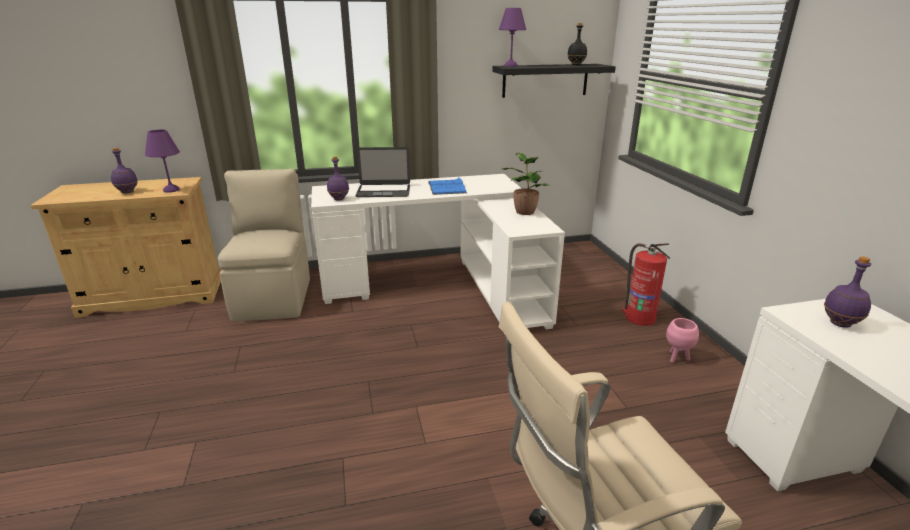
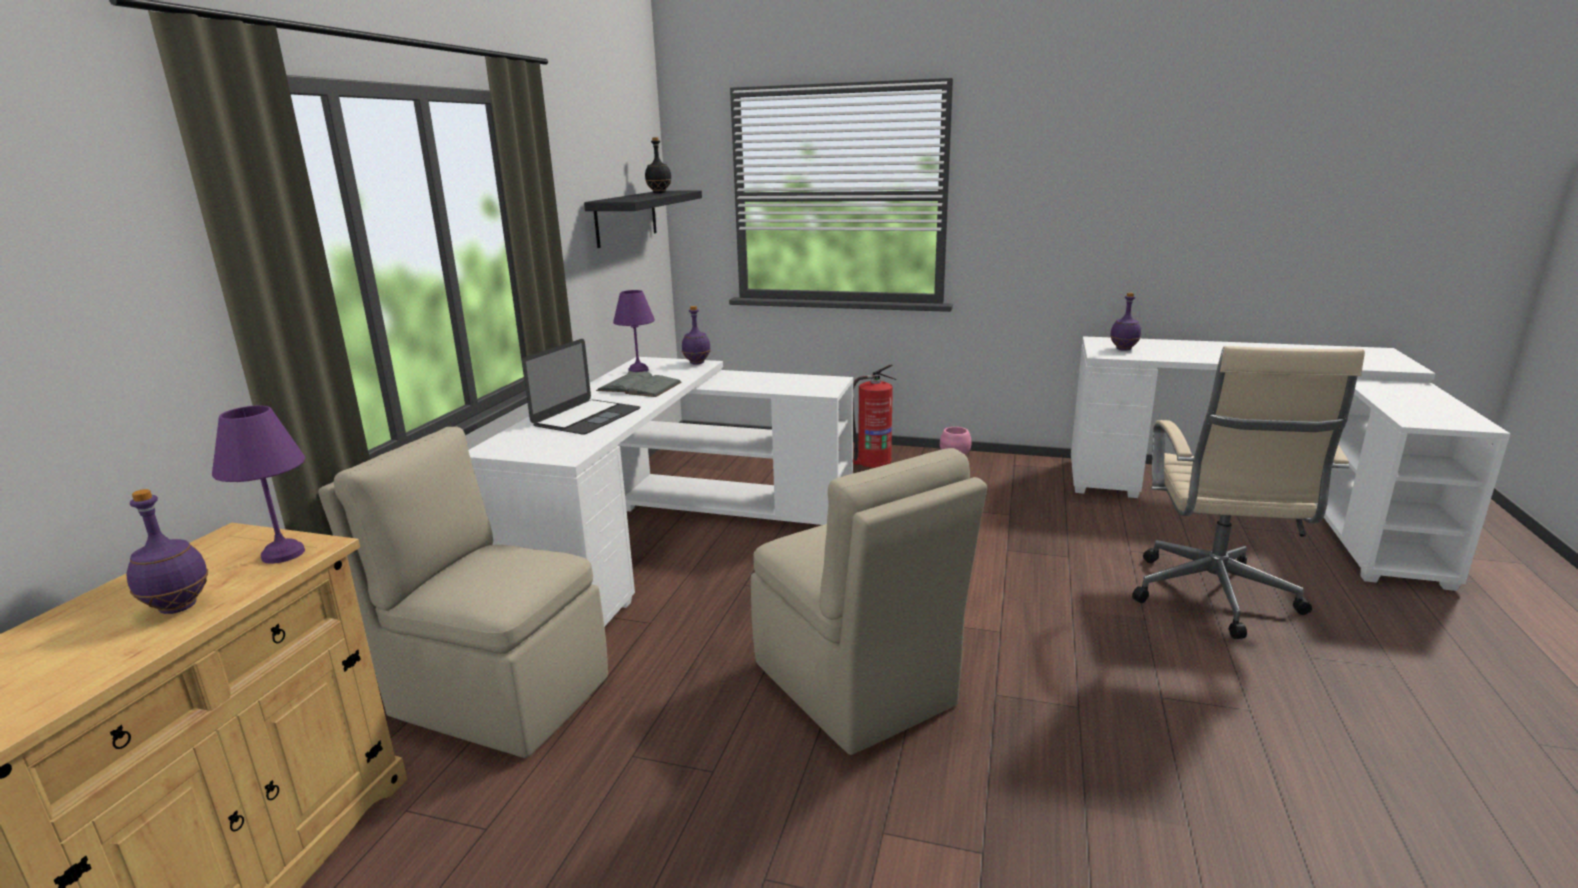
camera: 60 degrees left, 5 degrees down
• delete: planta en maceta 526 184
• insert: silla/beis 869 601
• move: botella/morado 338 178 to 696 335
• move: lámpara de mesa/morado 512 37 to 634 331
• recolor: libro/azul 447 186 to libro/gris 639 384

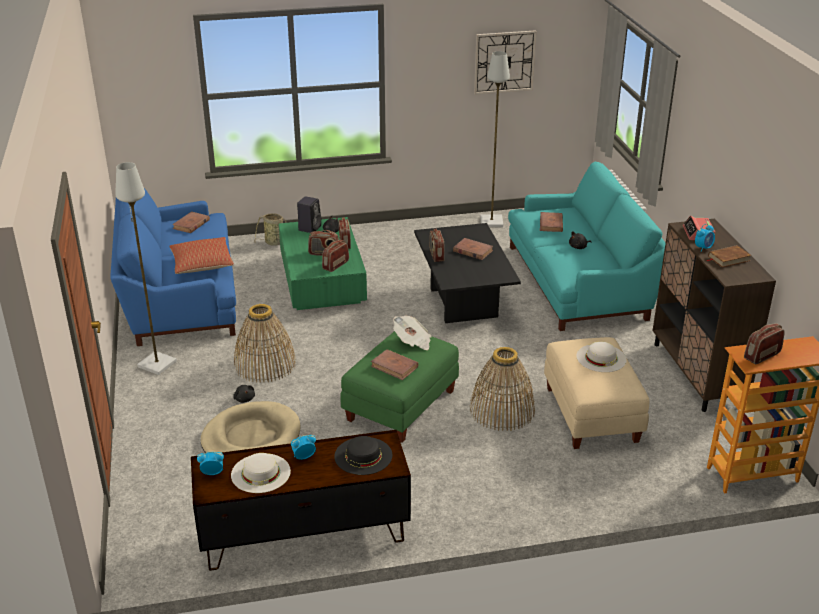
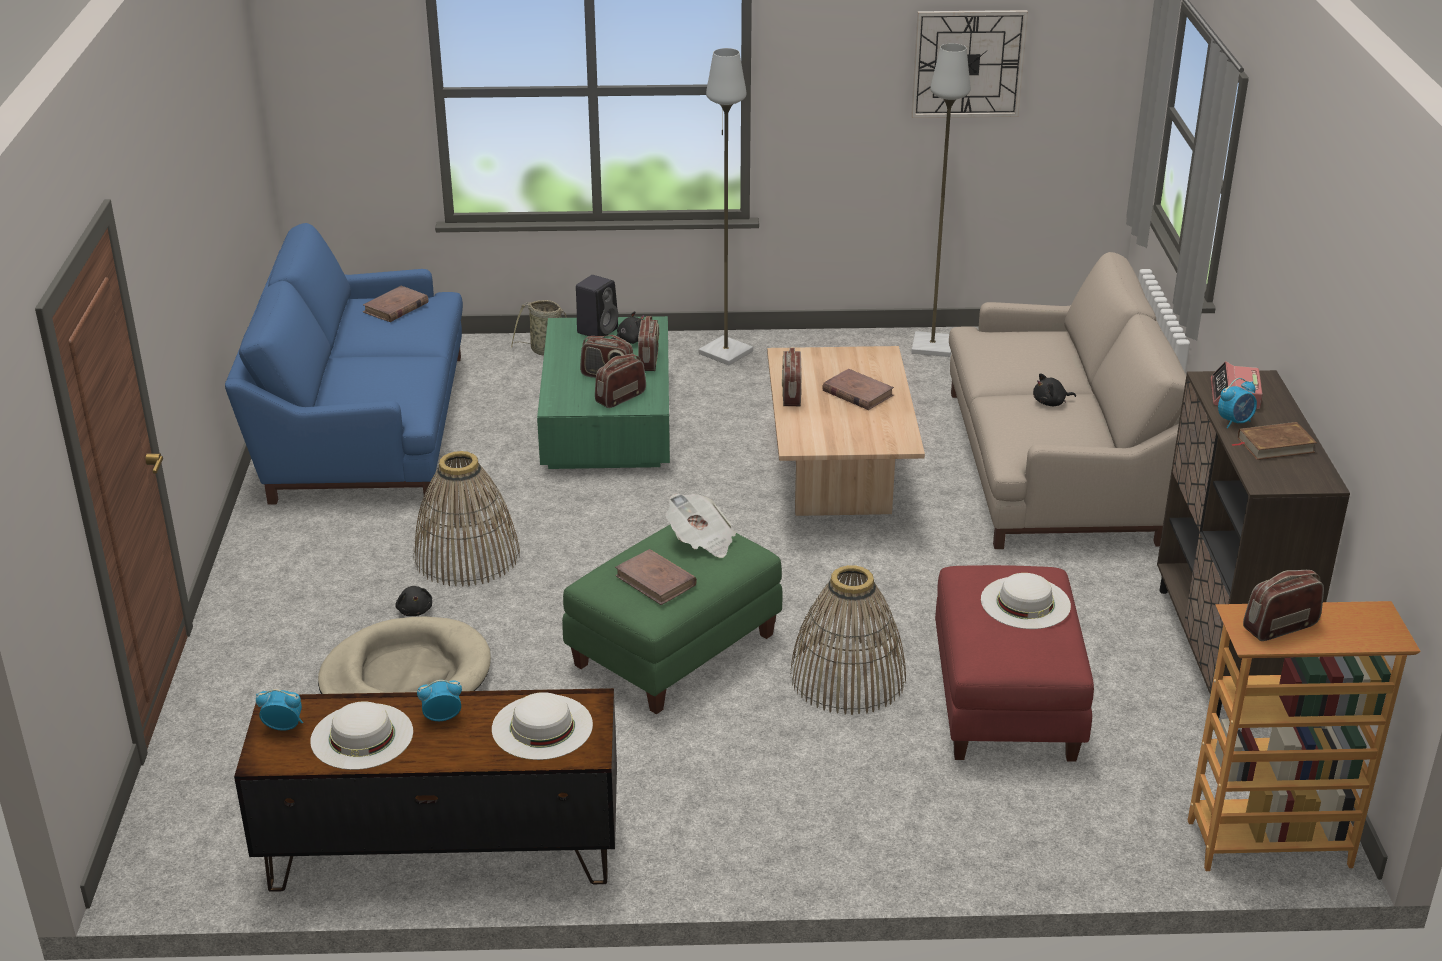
camera: 10 degrees right, 0 degrees up
• delete: cojín 201 255
• delete: libro/marrón 551 222
• move: lámpara de pie/gris 146 268 to 725 207
• recolor: sombrero/negro 363 455 to sombrero/blanco 542 726
• recolor: mesa de centro/negro 467 273 to mesa de centro/beis 846 431
• recolor: sofá/turquesa 587 246 to sofá/beis 1067 400
• recolor: puf/beis 596 393 to puf/rojo 1014 663

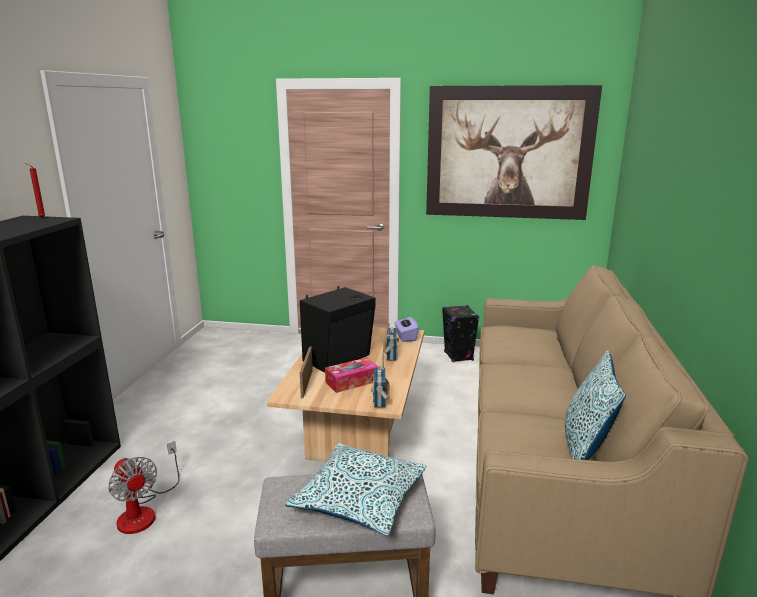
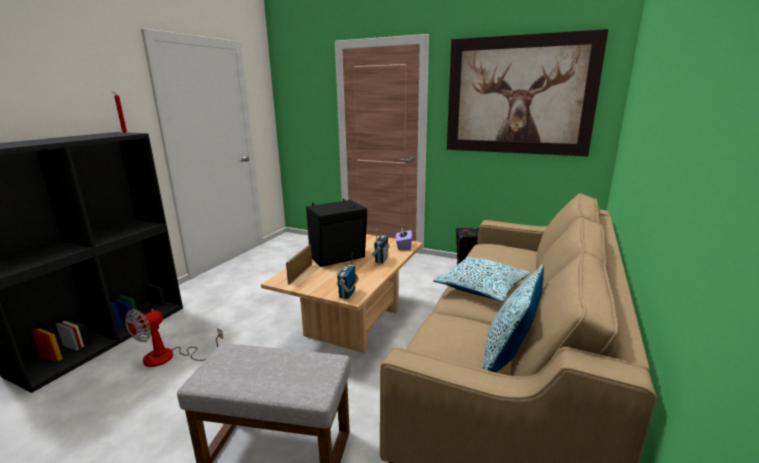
camera: 15 degrees right, 0 degrees up
• delete: caja de pañuelos 352 375
• move: cojín 356 489 to 481 279
• rotate: ventilador 144 487 = 174 338 60 degrees clockwise

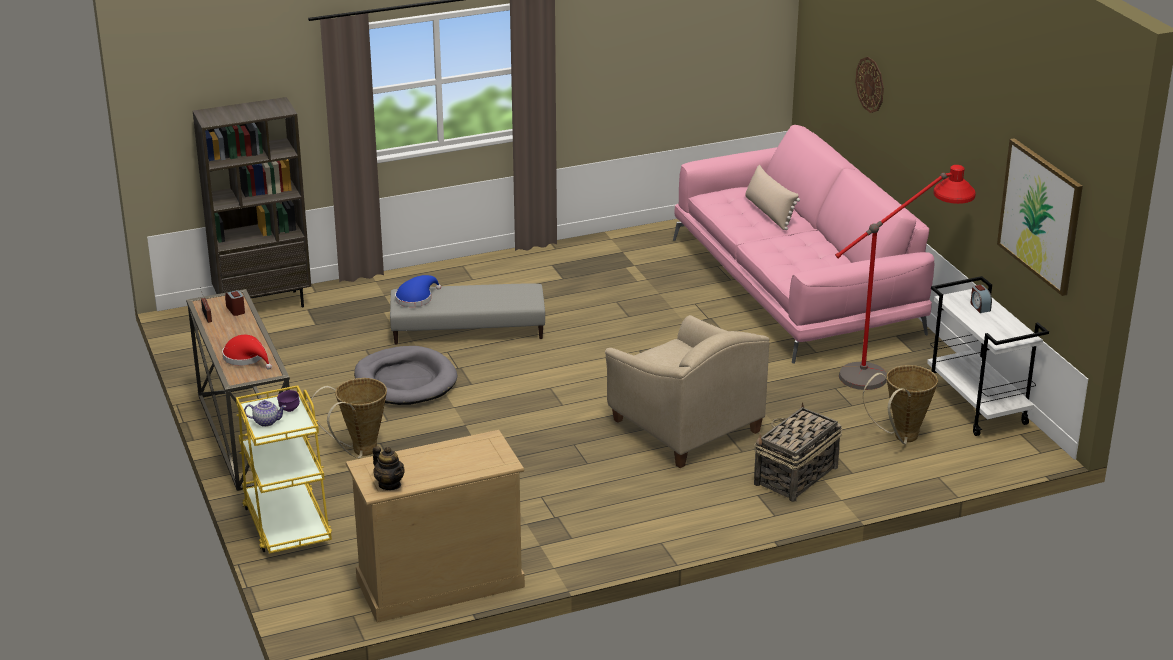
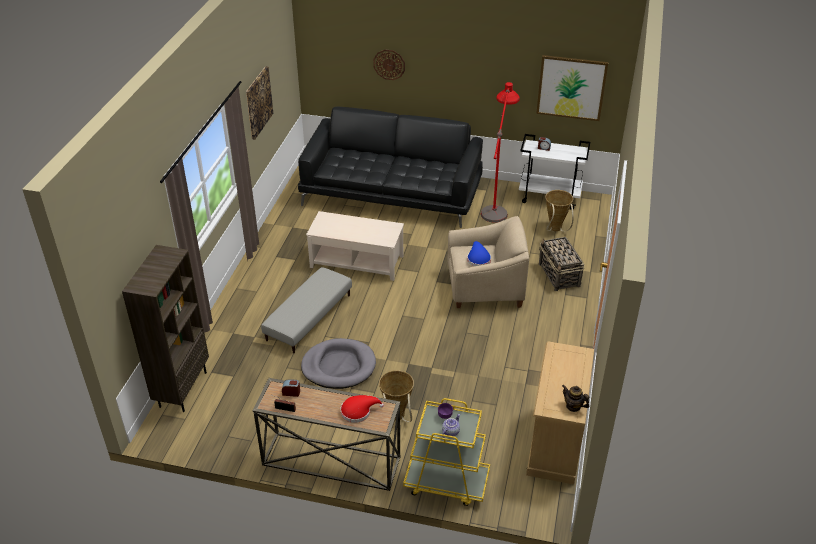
camera: 55 degrees left, 10 degrees up
• delete: cojín/beis 772 197
• insert: cuadro 259 103
• insert: mesa de centro/beis 355 246
• move: sombrero/azul 418 291 to 479 253
• recolor: sofá/rosa 803 244 to sofá/negro 390 167
• rotate: tetera 389 468 = 575 398 135 degrees counterclockwise

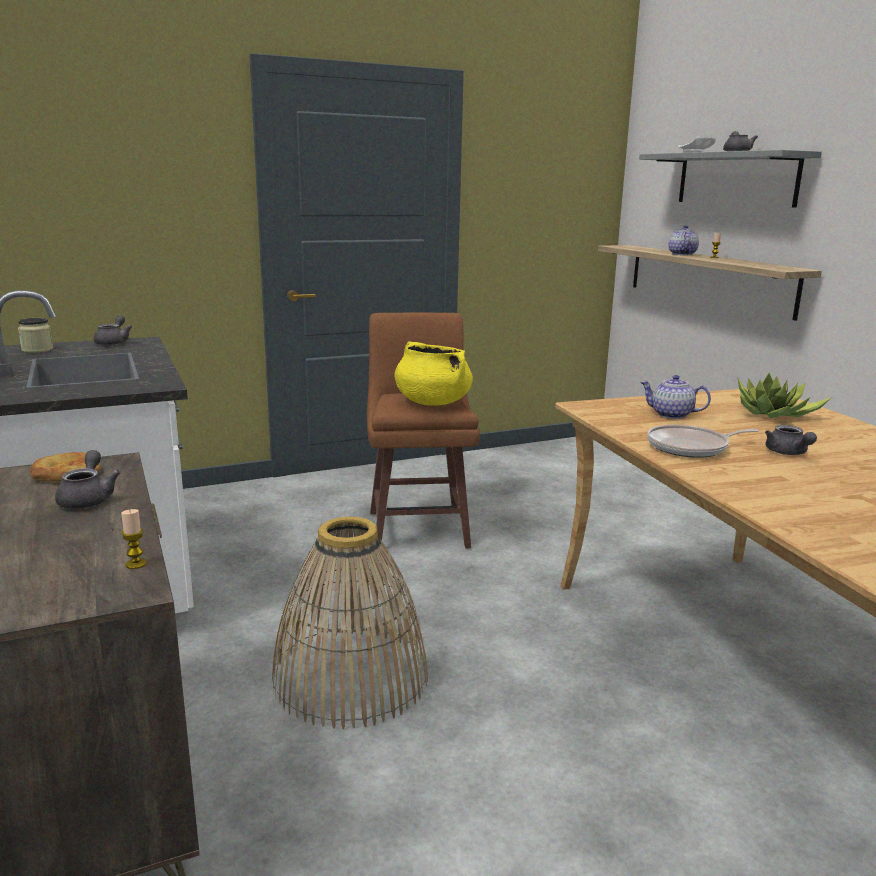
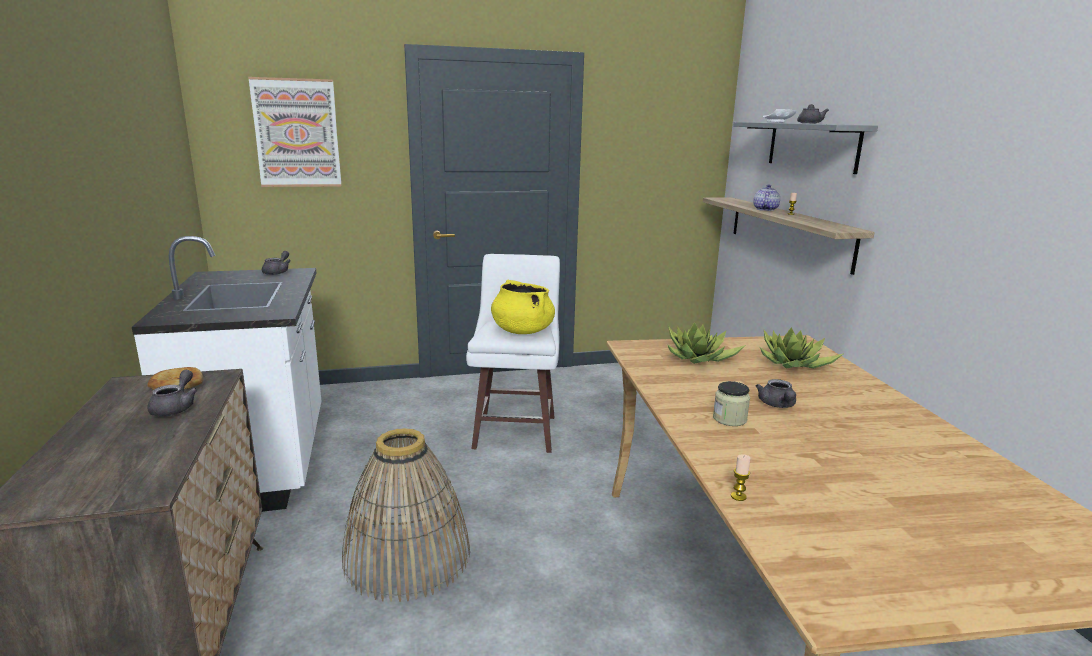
camera: 10 degrees right, 0 degrees up
• delete: sartén 703 441
• insert: cuadro 294 132
• move: tarro 35 335 to 731 403
• move: vela 134 539 to 741 477
• replace: tetera 675 397 to planta en maceta 706 343
• recolor: taburete/marrón 423 430 to taburete/blanco 513 353

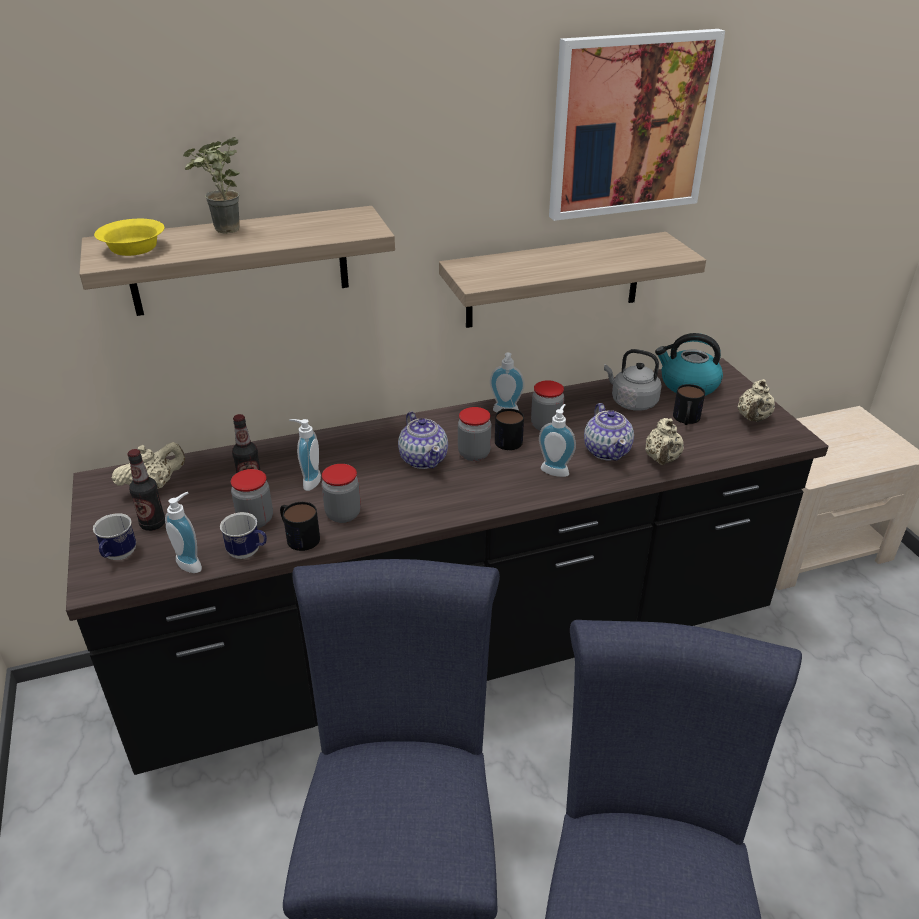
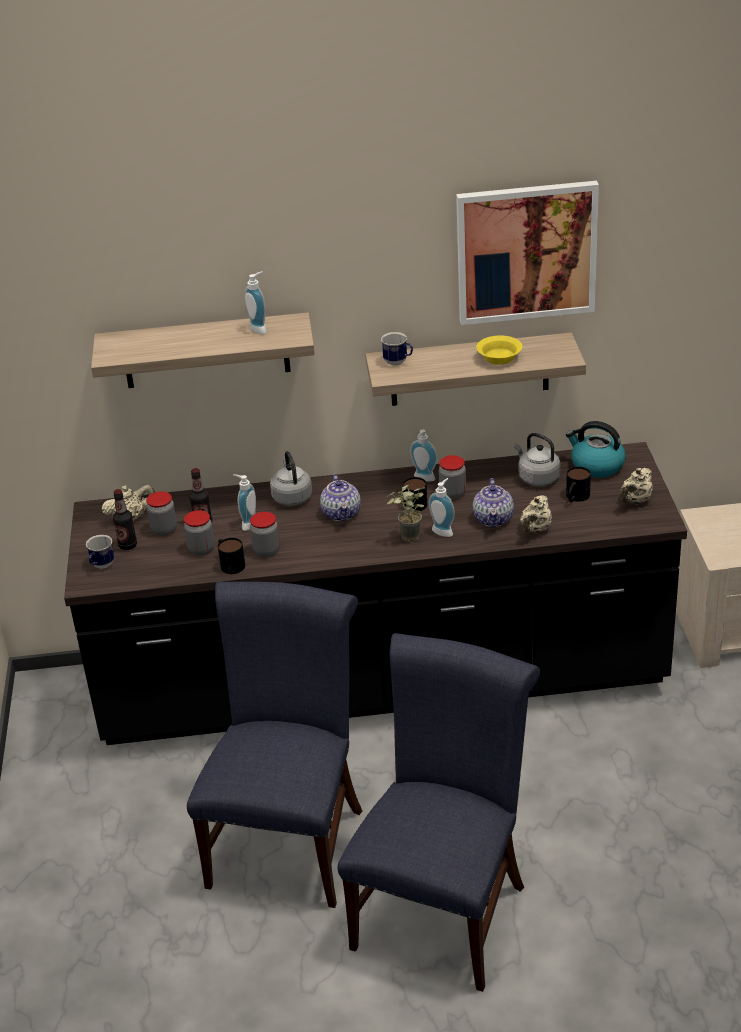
camera: 15 degrees right, 0 degrees up
• insert: hervidor/gris 291 478
• move: cuenco/amarillo 129 237 to 499 350
• move: dispensador de jabón 183 532 to 256 303
• move: planta en maceta 211 185 to 406 513
• move: taza grande 243 535 to 397 349
• move: tarro 474 434 to 161 513

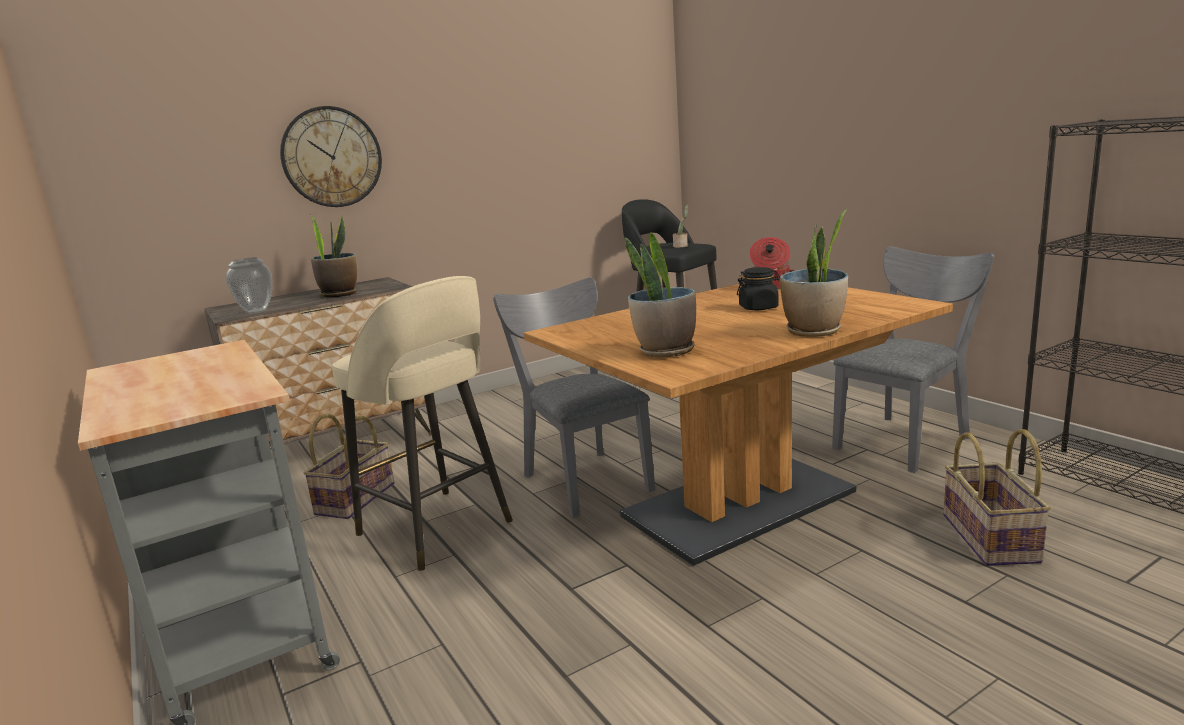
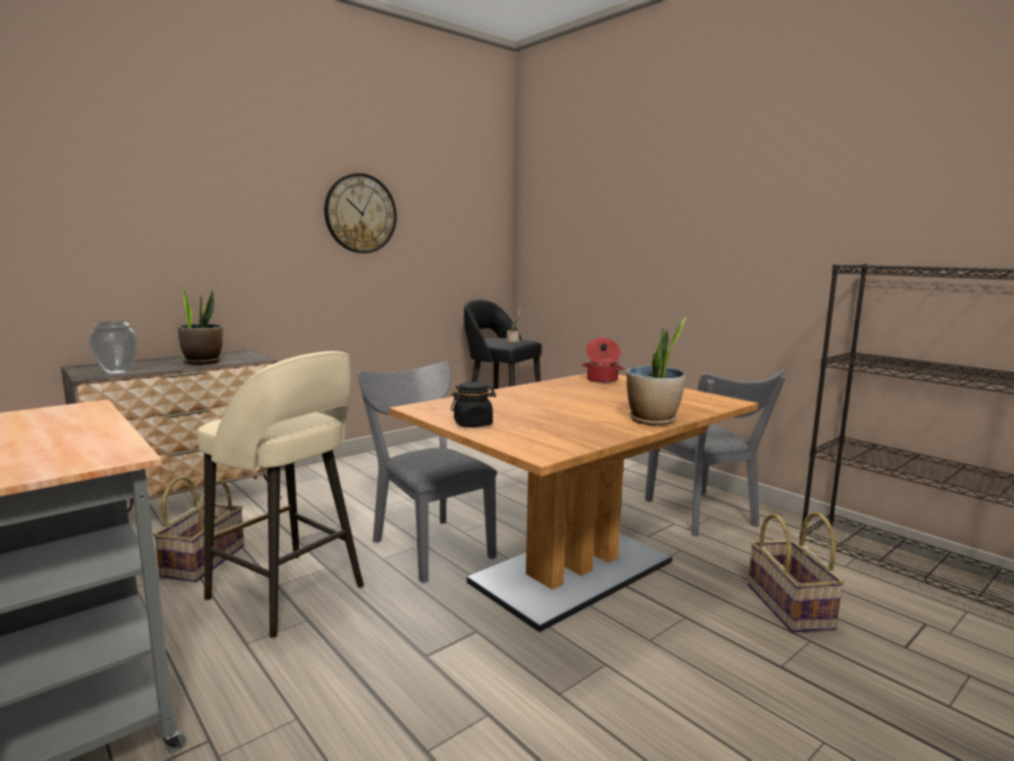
camera: 10 degrees left, 5 degrees down
• delete: planta en maceta 660 295
• move: reloj de pared 331 156 to 360 213
• move: tarro/negro 758 288 to 473 404
• rotate: silla/gris 913 359 = 715 452 120 degrees clockwise

